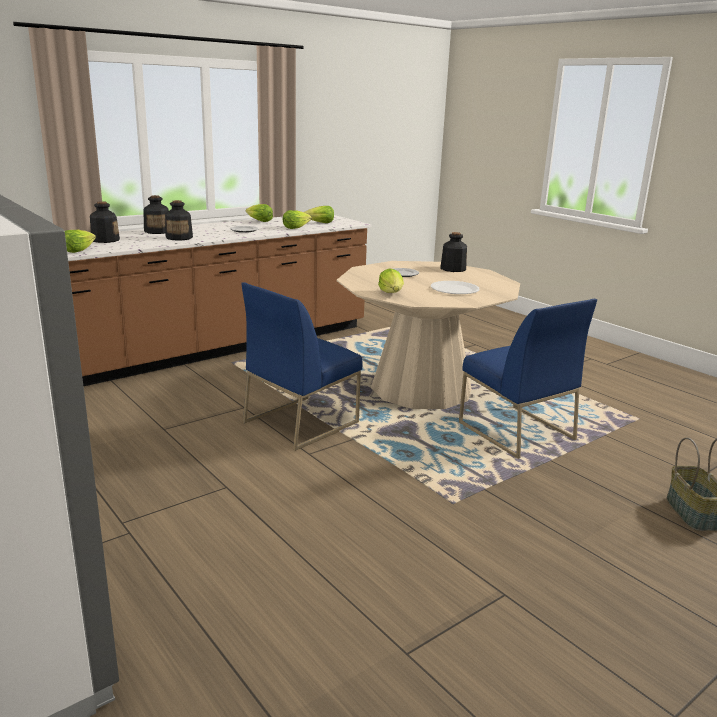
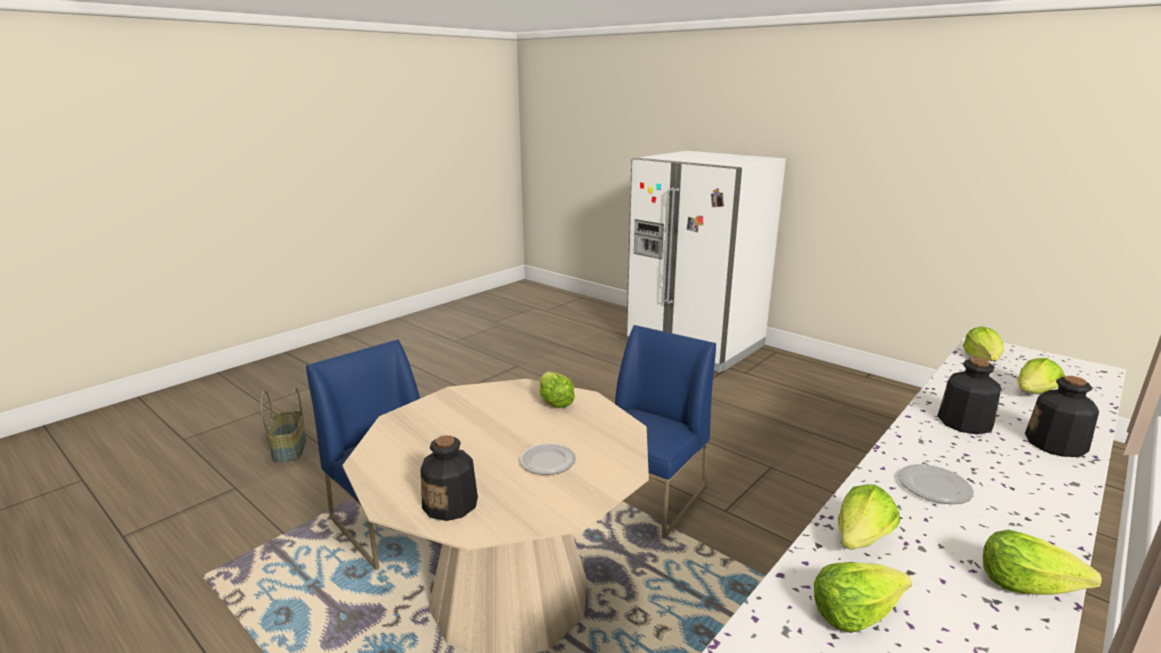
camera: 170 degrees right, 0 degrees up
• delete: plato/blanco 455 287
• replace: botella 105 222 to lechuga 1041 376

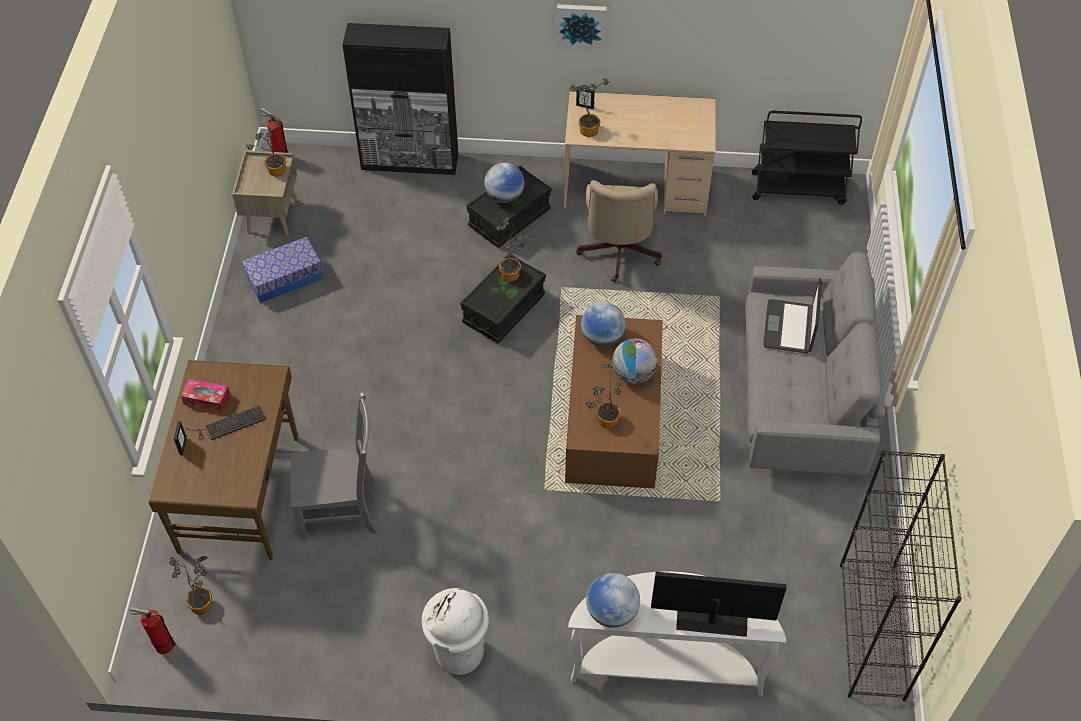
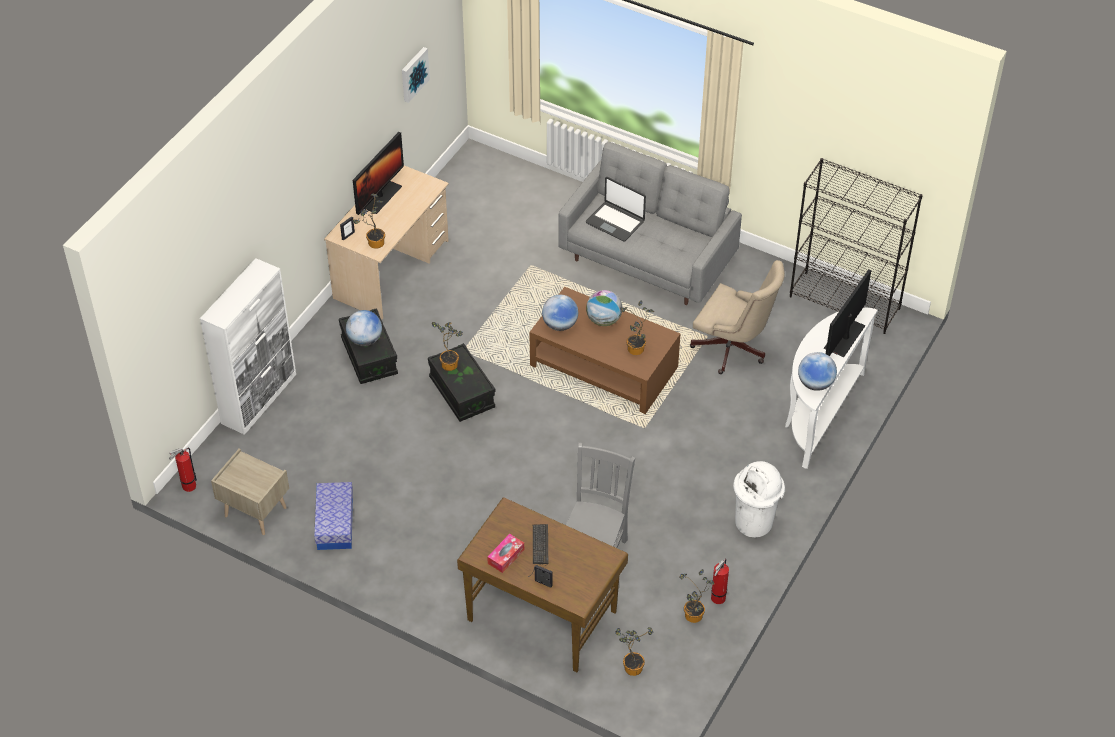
camera: 65 degrees left, 5 degrees down
• delete: carrito/negro 807 158
• insert: monitor 378 173
• move: extintor 153 630 to 720 581
• move: planta en maceta 266 145 to 697 596
• move: cuadro 582 26 to 416 75
• move: silla de oficina/beis 619 231 to 737 317
• recolor: armario/negro 400 99 to armario/blanco 248 346

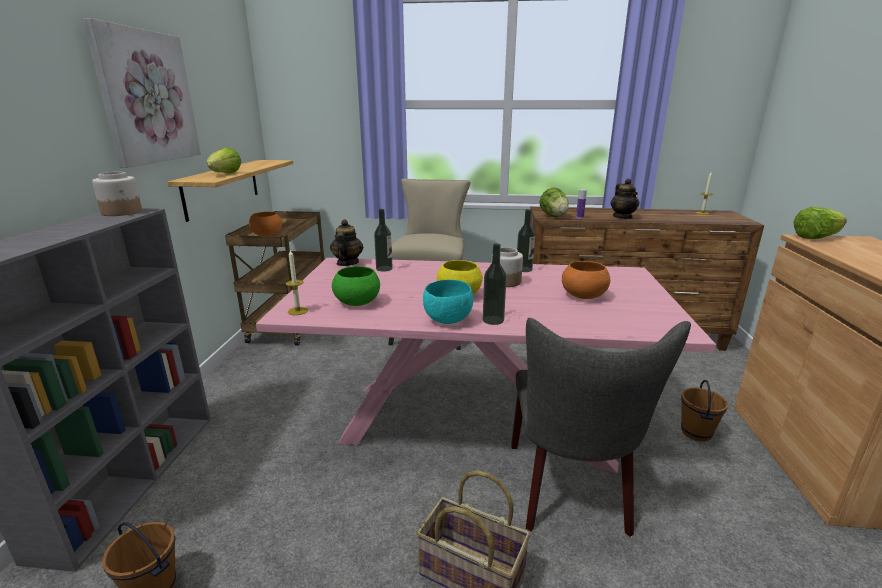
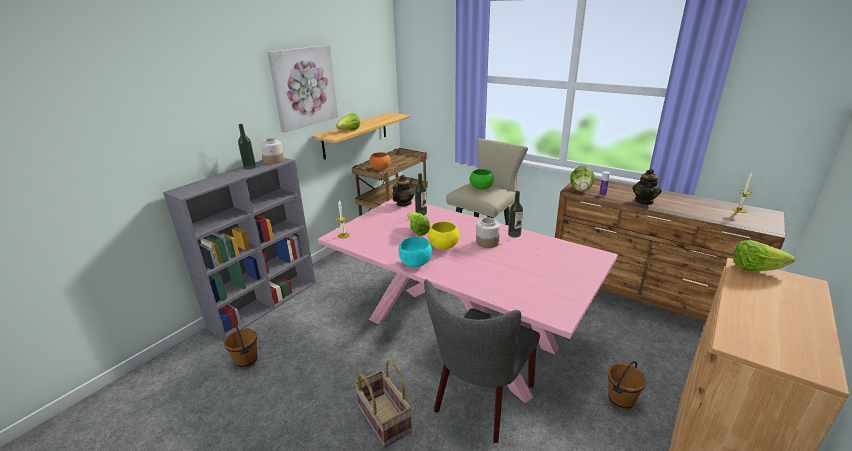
camera: 30 degrees right, 5 degrees up
• delete: cuenco/naranja 586 280
• insert: lechuga 418 224
• move: cuenco/verde 356 286 to 482 179
• move: botella 495 284 to 247 147

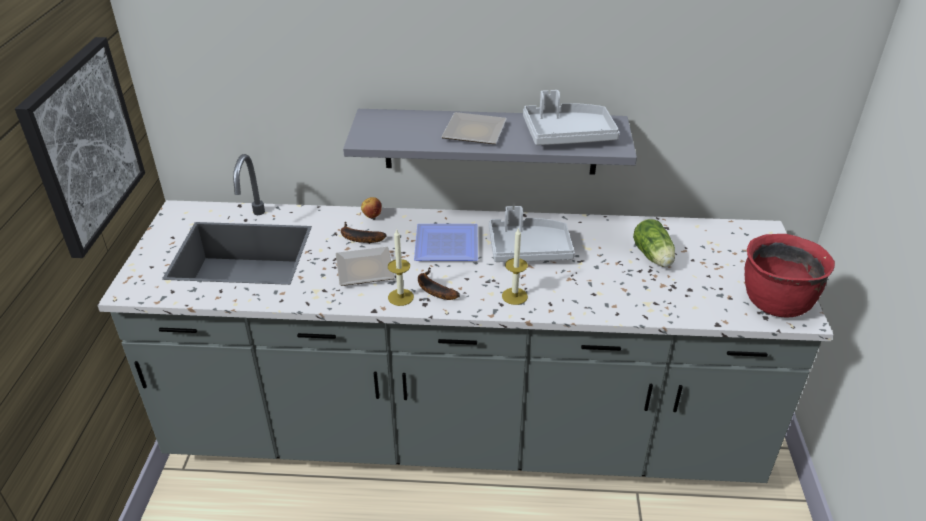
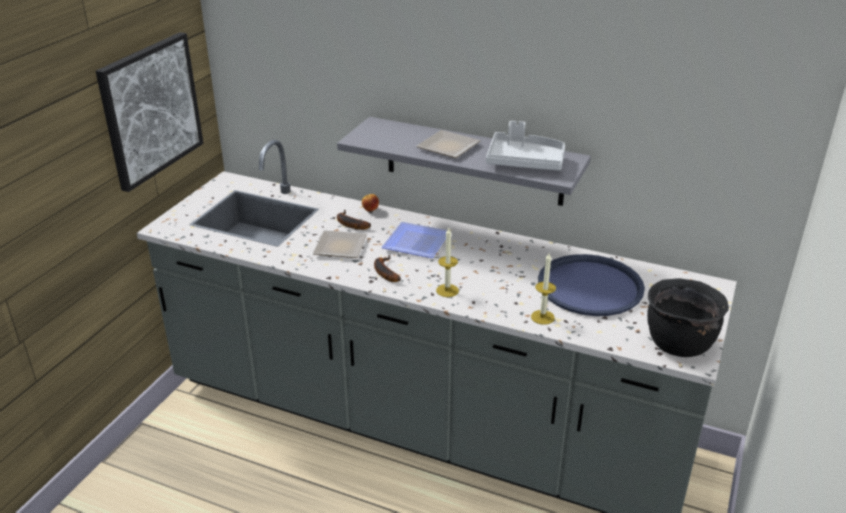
camera: 20 degrees right, 5 degrees down
• delete: bandeja/gris 532 234
• move: vela 401 267 to 543 289
• replace: lechuga 654 243 to bandeja/azul 591 285
• recolor: olla/rojo 790 275 to olla/negro 688 317

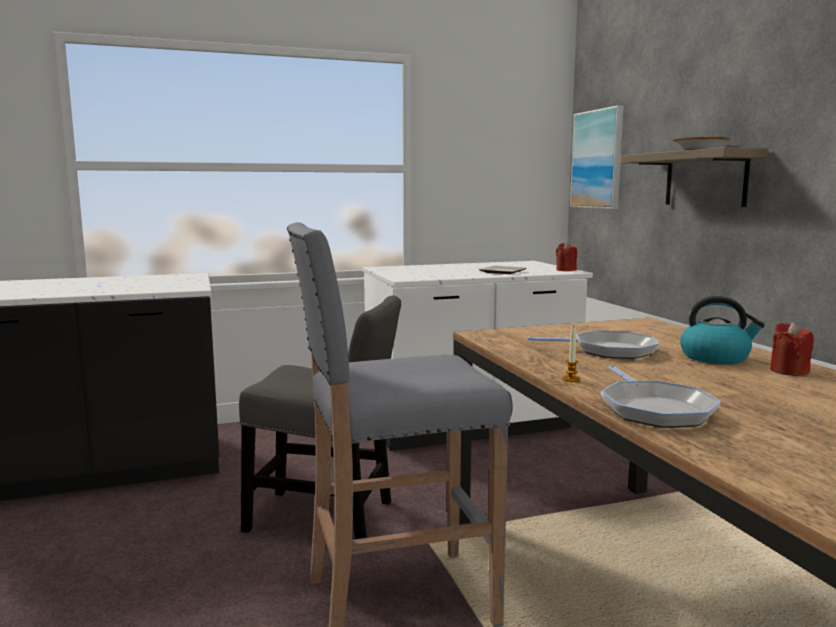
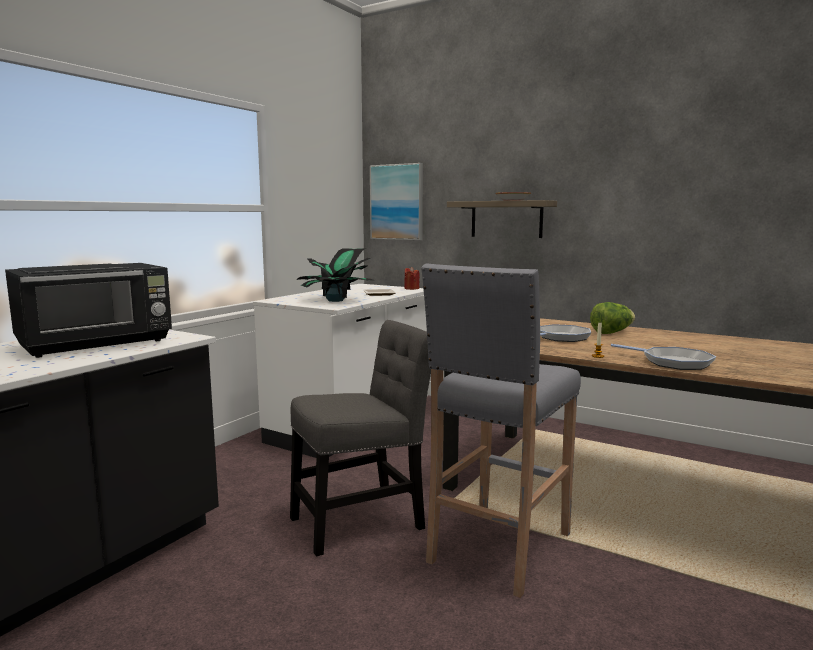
camera: 40 degrees left, 0 degrees up
• delete: vela/rojo 792 349
• insert: microondas/negro 88 310
• insert: planta en maceta 336 275
• replace: hervidor 722 330 to lechuga 612 318

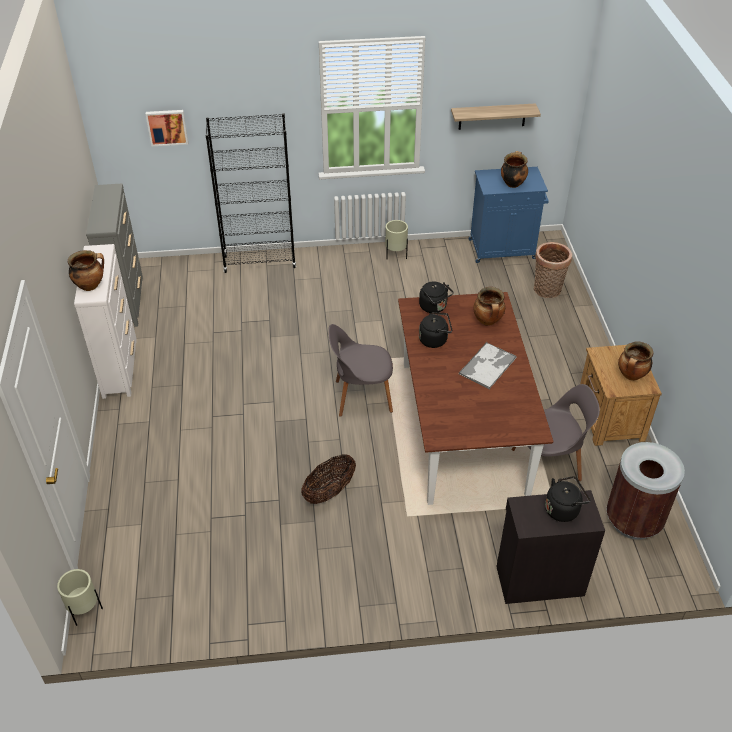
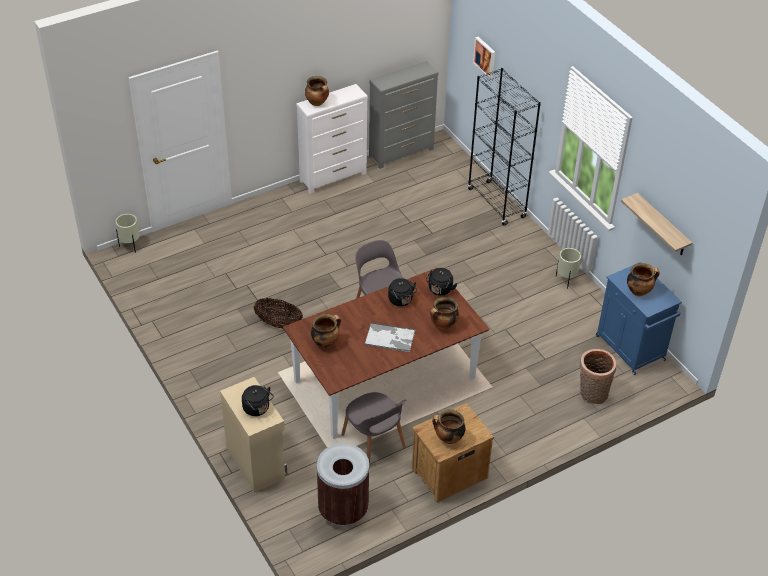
camera: 65 degrees right, 0 degrees up
• insert: olla 326 331
• recolor: armario/negro 550 547 to armario/beis 253 435

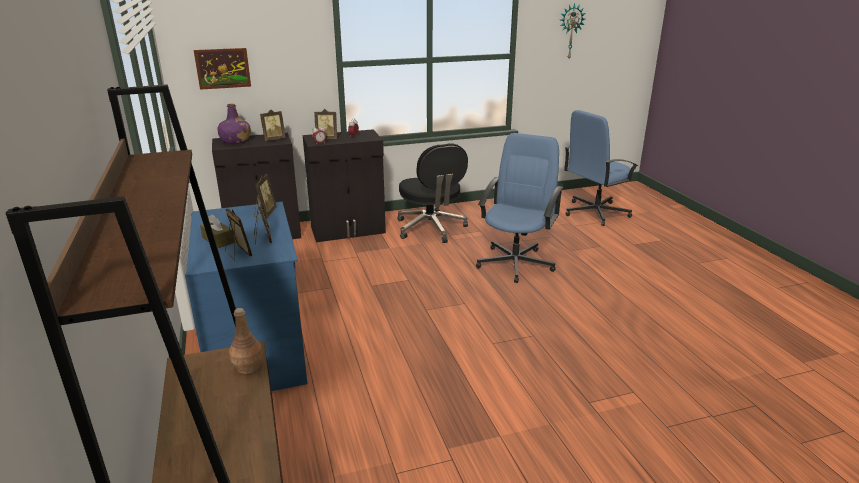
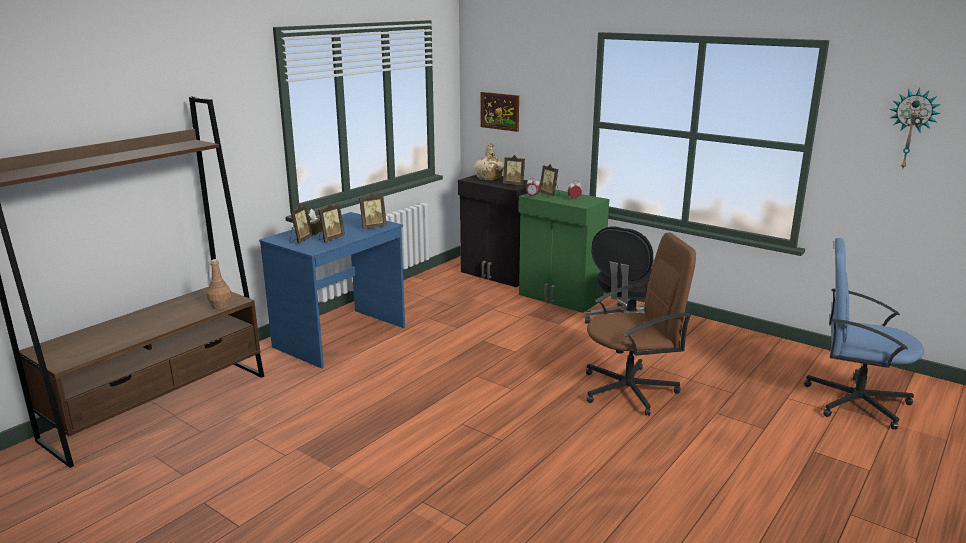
camera: 55 degrees right, 5 degrees down
• recolor: botella/morado 234 124 to botella/beis 489 161
• recolor: armario/negro 344 185 to armario/verde 564 251
• recolor: silla de oficina/azul 519 208 to silla de oficina/marrón 641 324

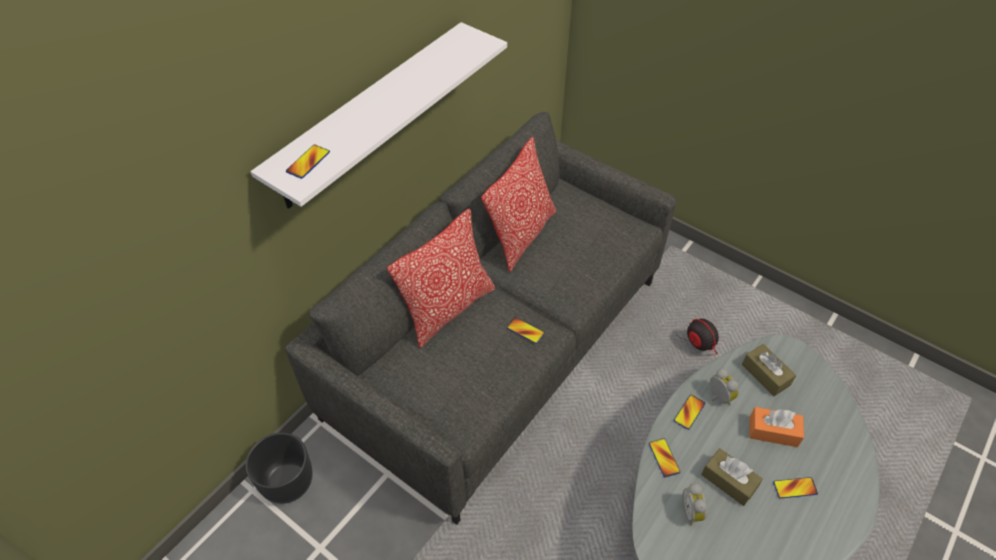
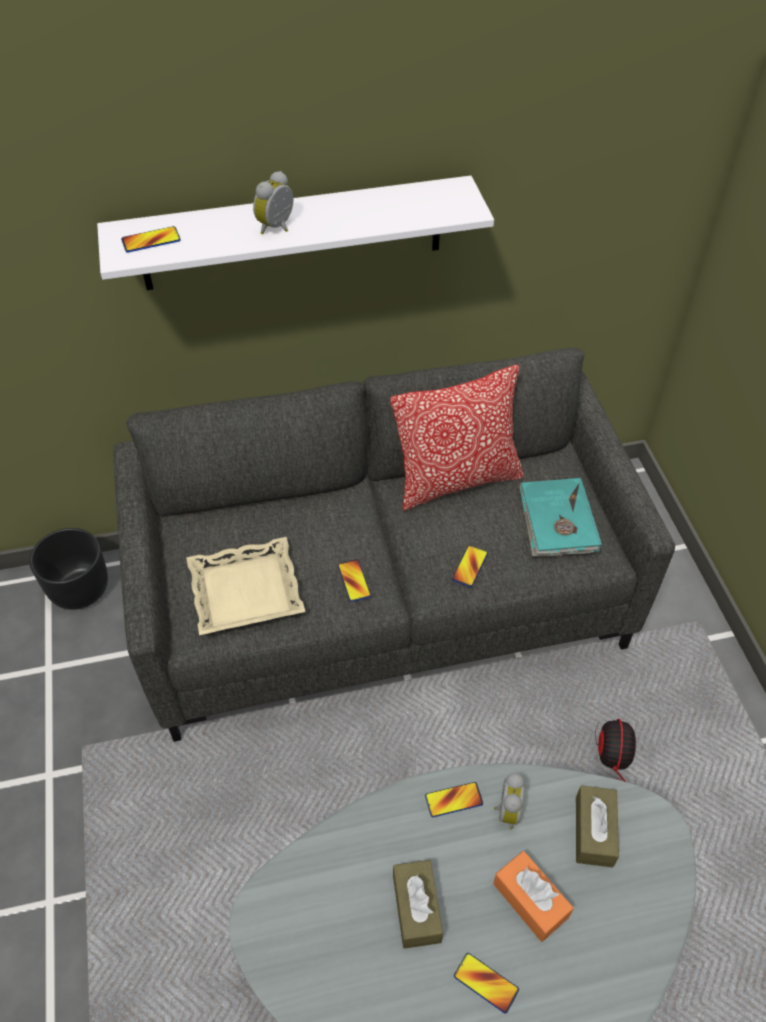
camera: 40 degrees right, 0 degrees up
• delete: cojín 441 278
• insert: bandeja/beis 245 586
• insert: libro/turquesa 560 517
• move: móvil 664 457 to 470 566
• move: despertador 695 504 to 273 202

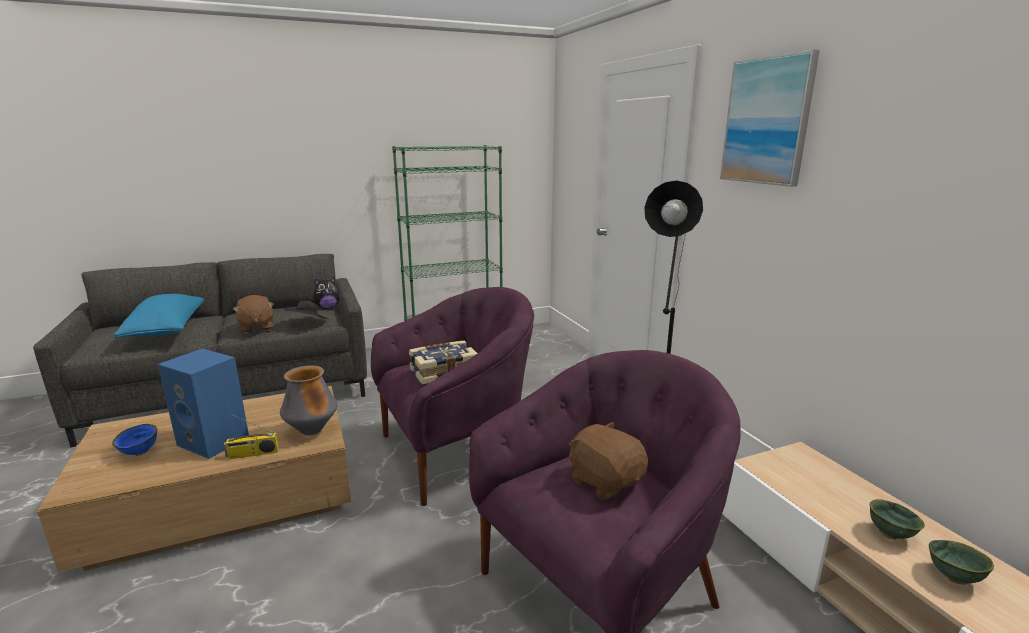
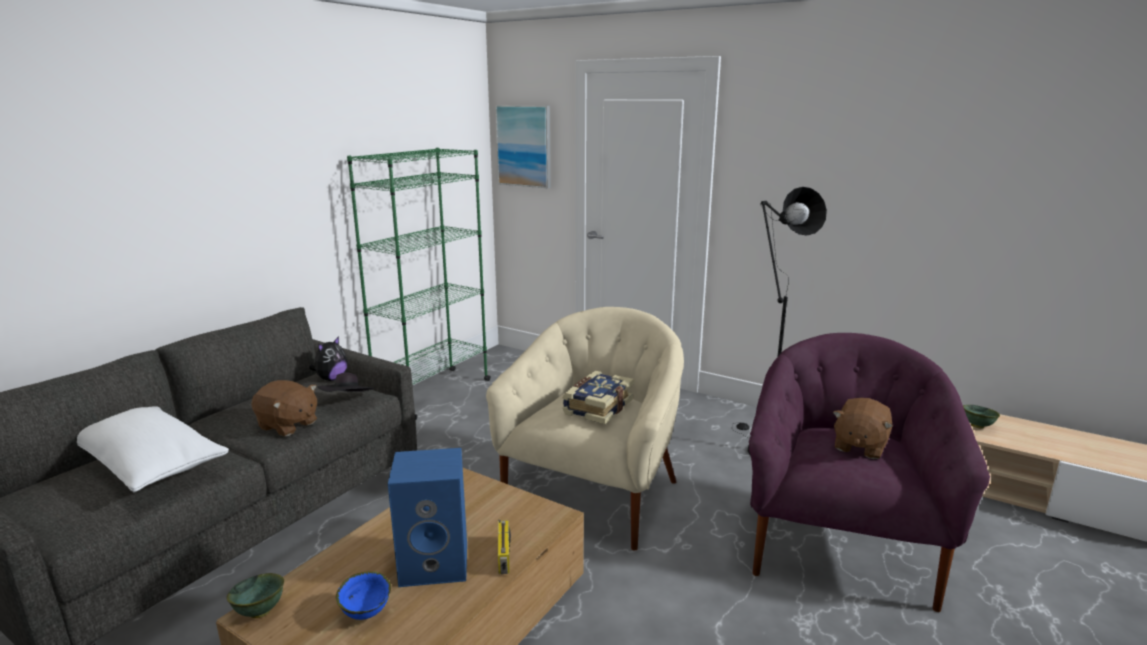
camera: 35 degrees left, 0 degrees up
• delete: florero 309 400
• move: cuadro 770 118 to 523 146
• move: cuenco/verde 961 562 to 255 595
• recolor: cojín/azul 159 316 to cojín/blanco 153 449
• recolor: sillón/morado 452 396 to sillón/beis 585 429
• rotate: radio 251 436 = 504 546 45 degrees counterclockwise
• rotate: peluche/marrón 608 461 = 863 428 75 degrees counterclockwise

